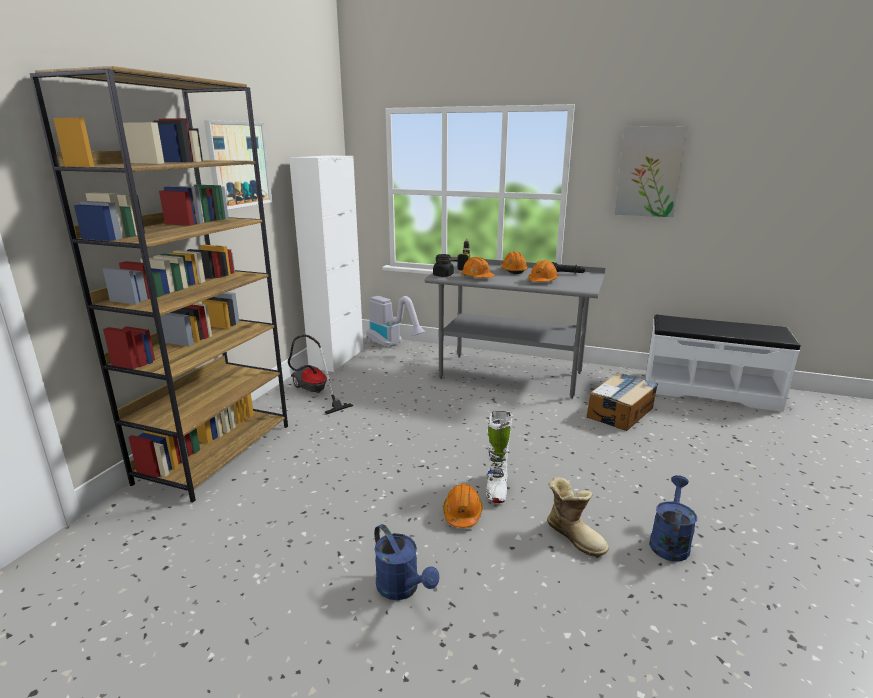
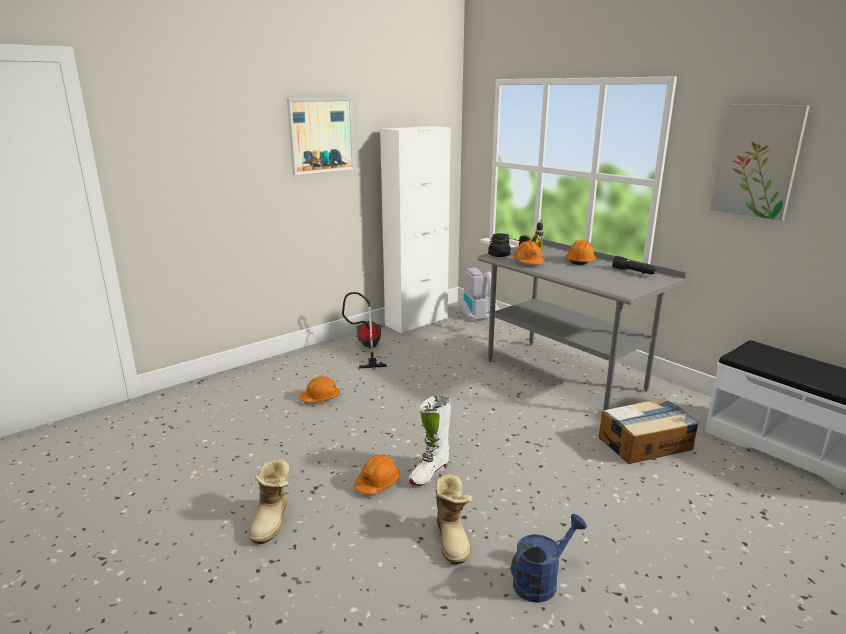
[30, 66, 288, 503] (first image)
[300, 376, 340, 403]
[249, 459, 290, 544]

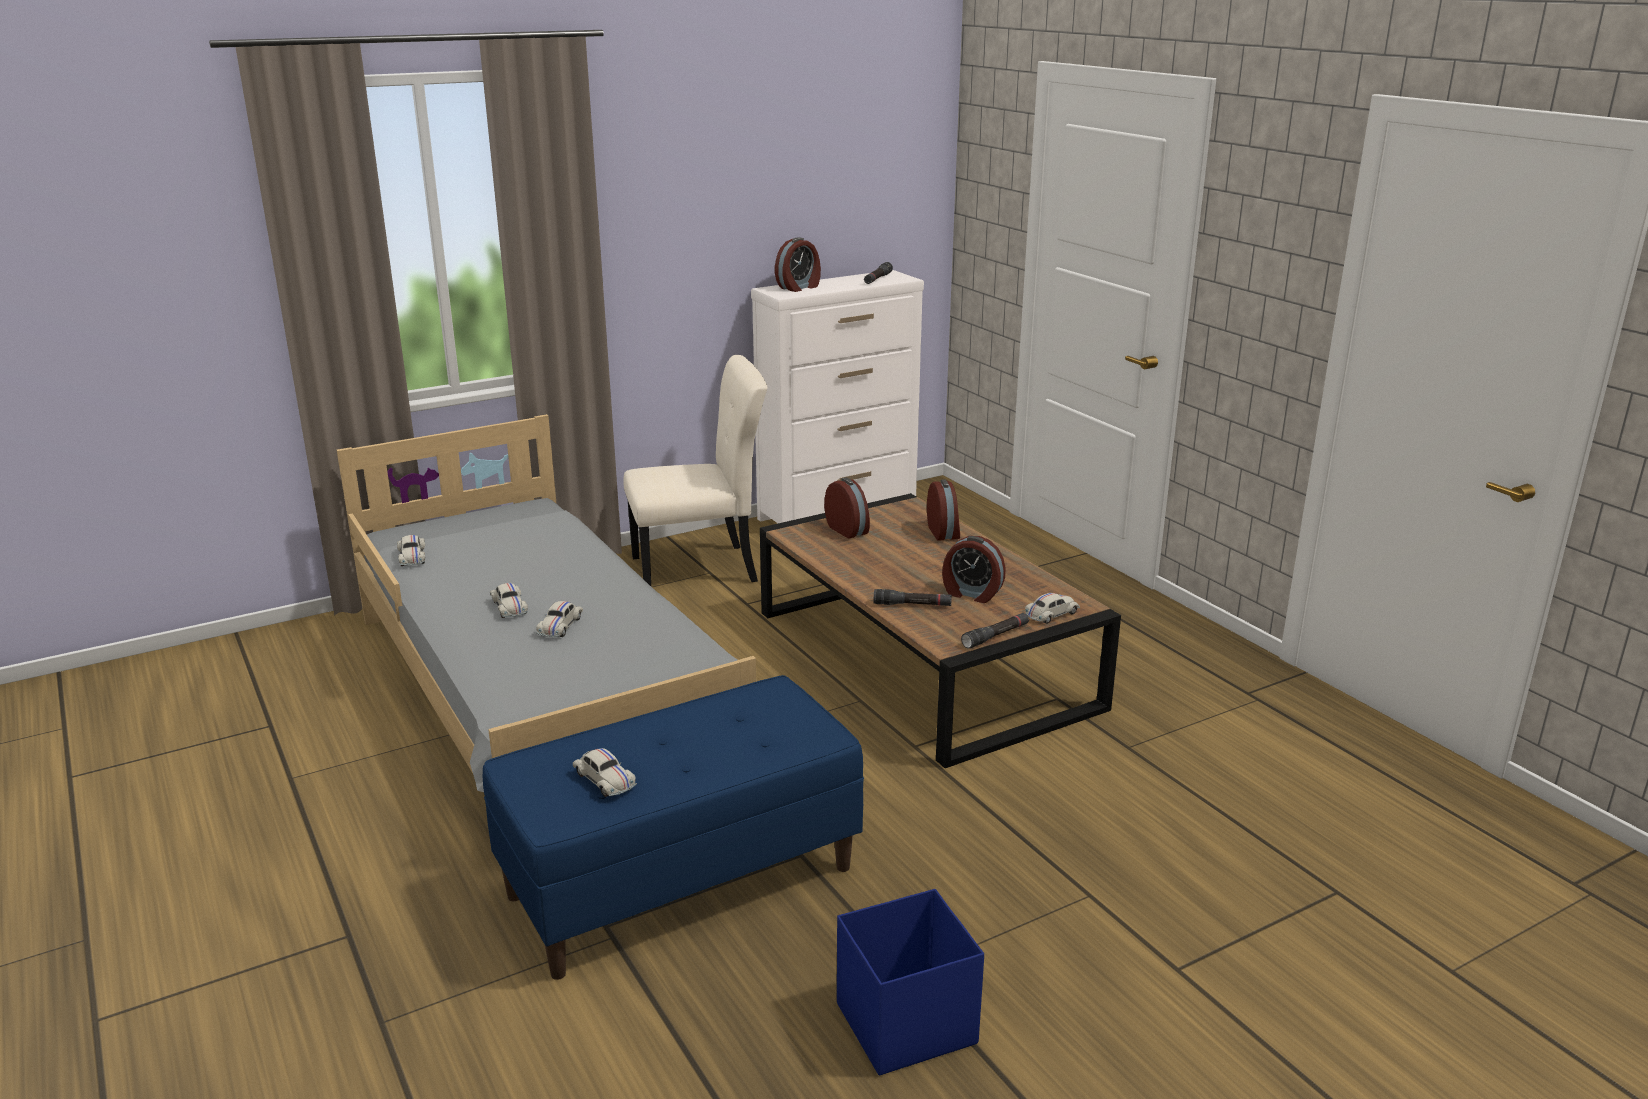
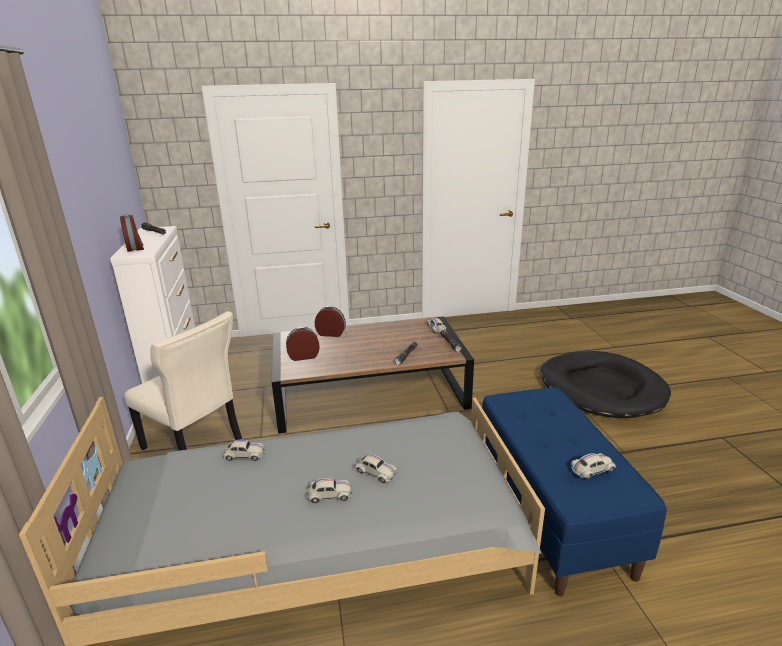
[124, 311, 243, 451]
[223, 440, 266, 461]
[942, 536, 1006, 603] (first image)
[837, 889, 984, 1076] (first image)
[540, 351, 671, 418]

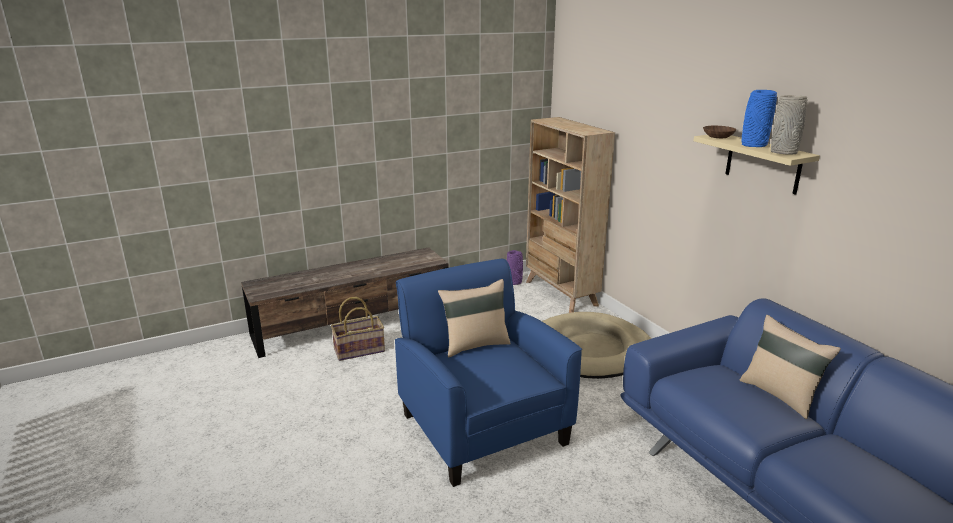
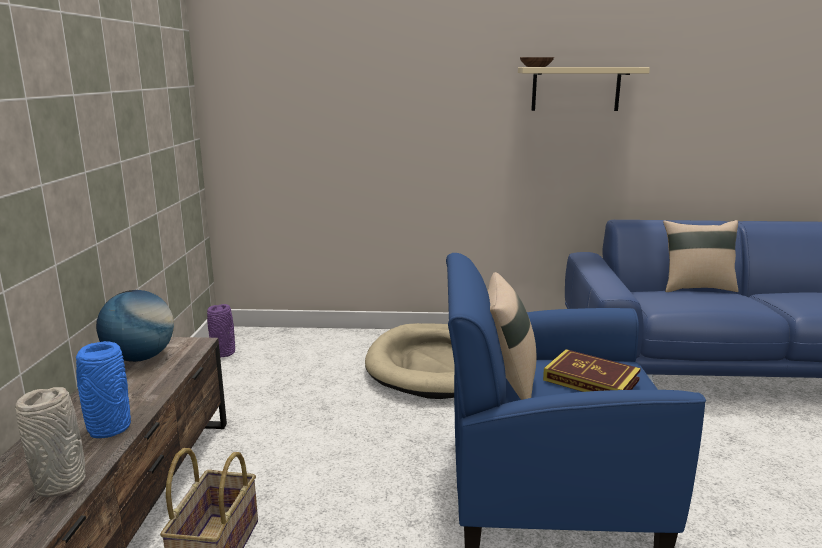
[76, 341, 131, 438]
[15, 387, 86, 497]
[526, 117, 615, 313] (first image)
[96, 290, 174, 362]
[543, 349, 641, 392]

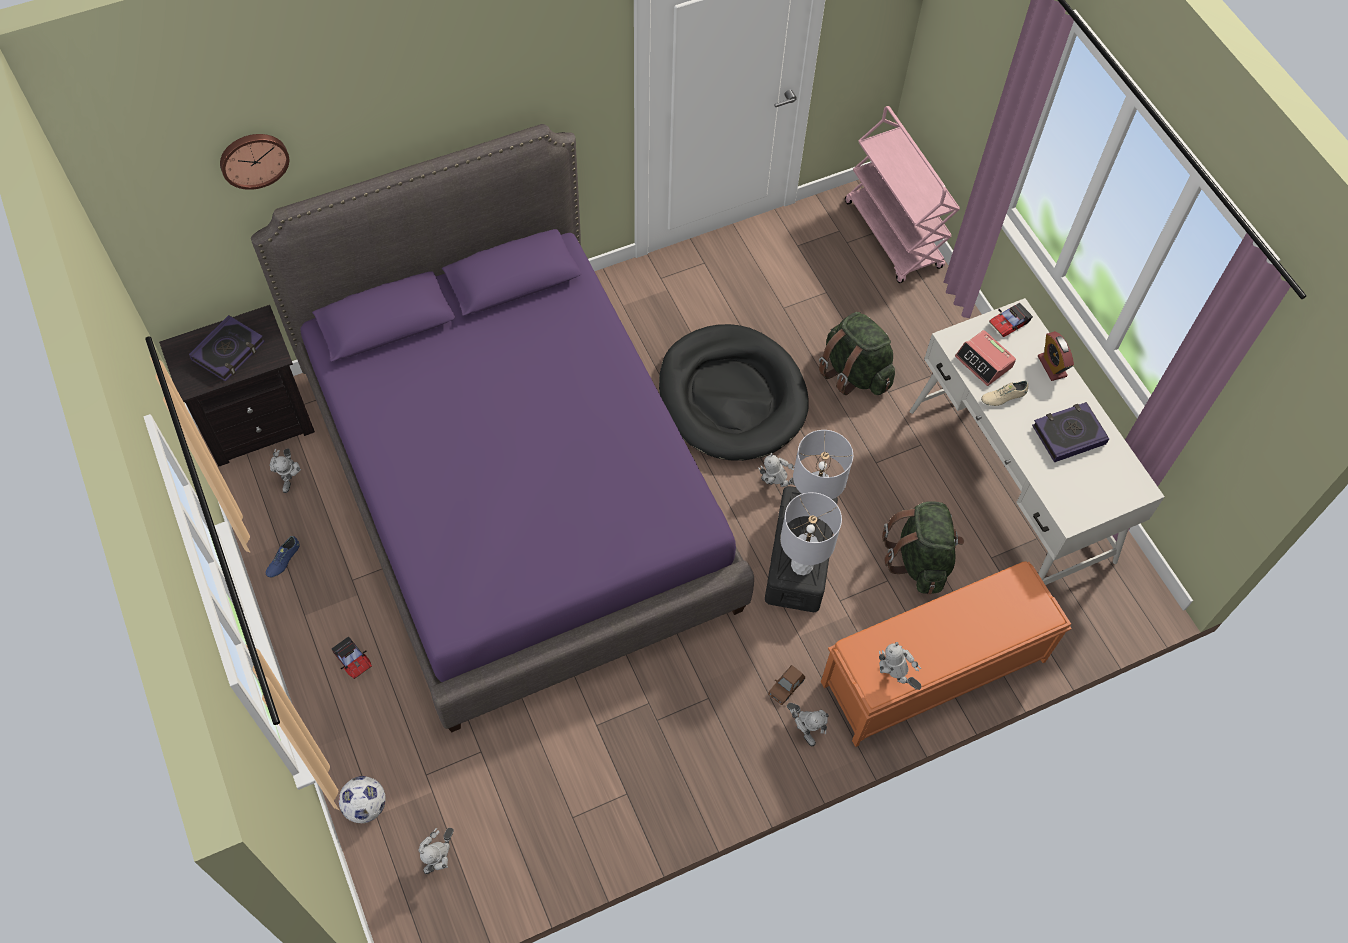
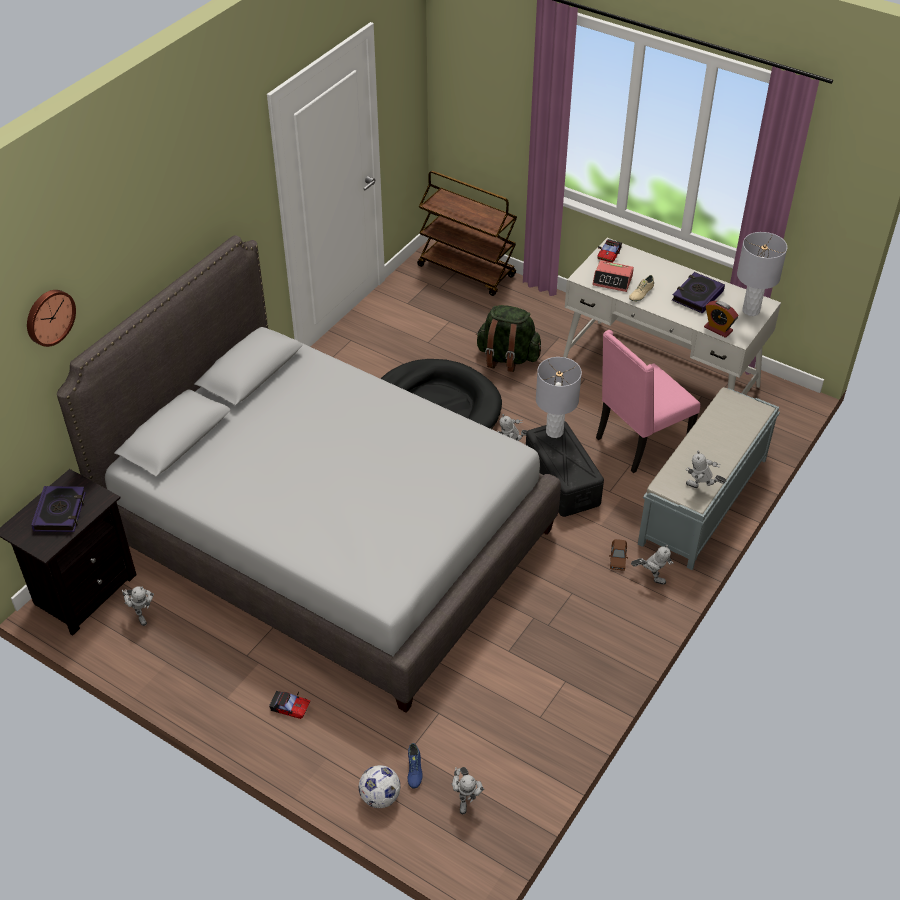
[417, 171, 517, 296]
[57, 235, 561, 713]
[704, 301, 738, 338]
[737, 232, 787, 316]
[596, 330, 700, 473]
[408, 743, 423, 789]
[638, 387, 780, 570]

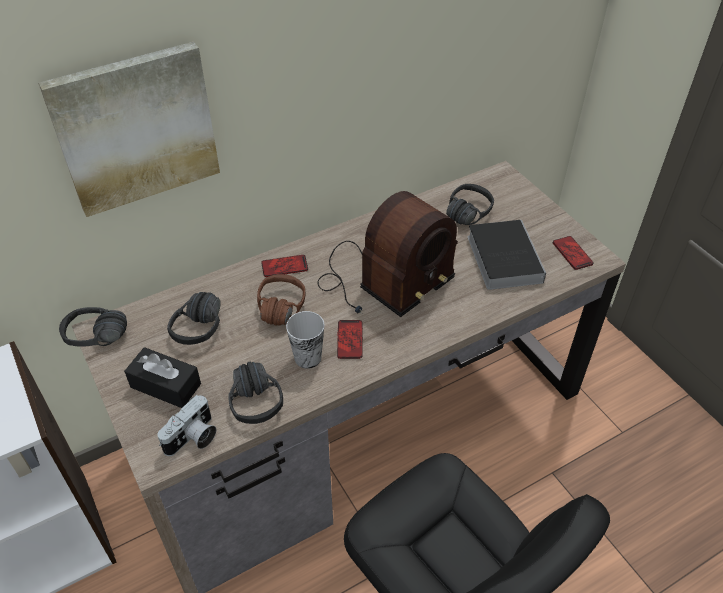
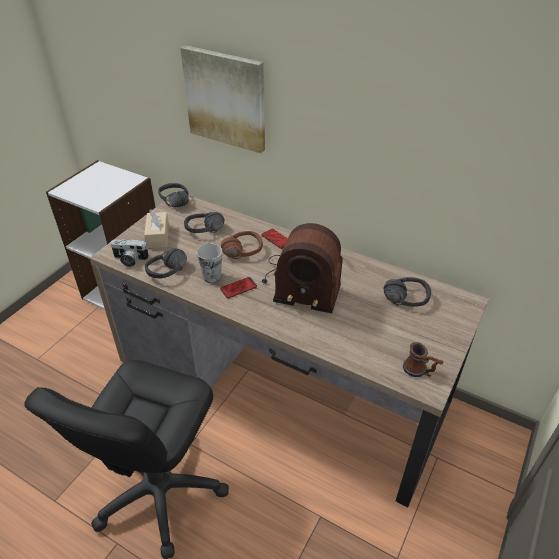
[468, 220, 546, 290] (first image)
[403, 342, 443, 377]
[144, 209, 169, 248]

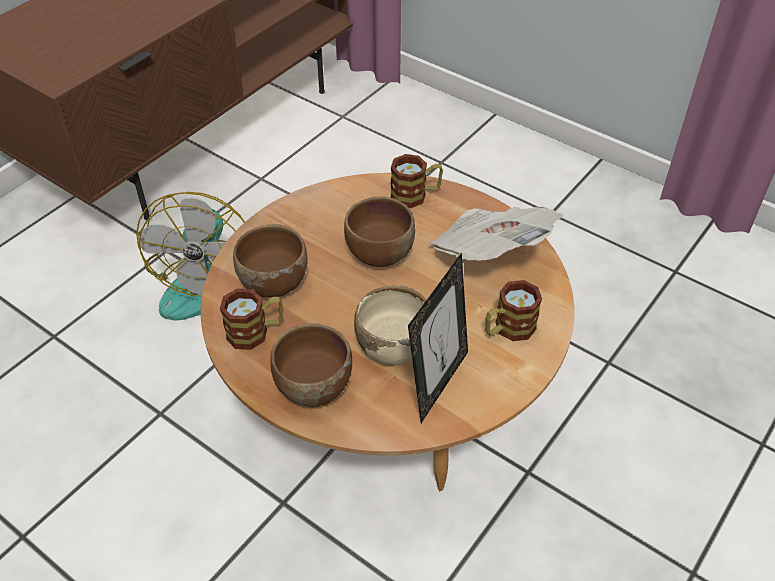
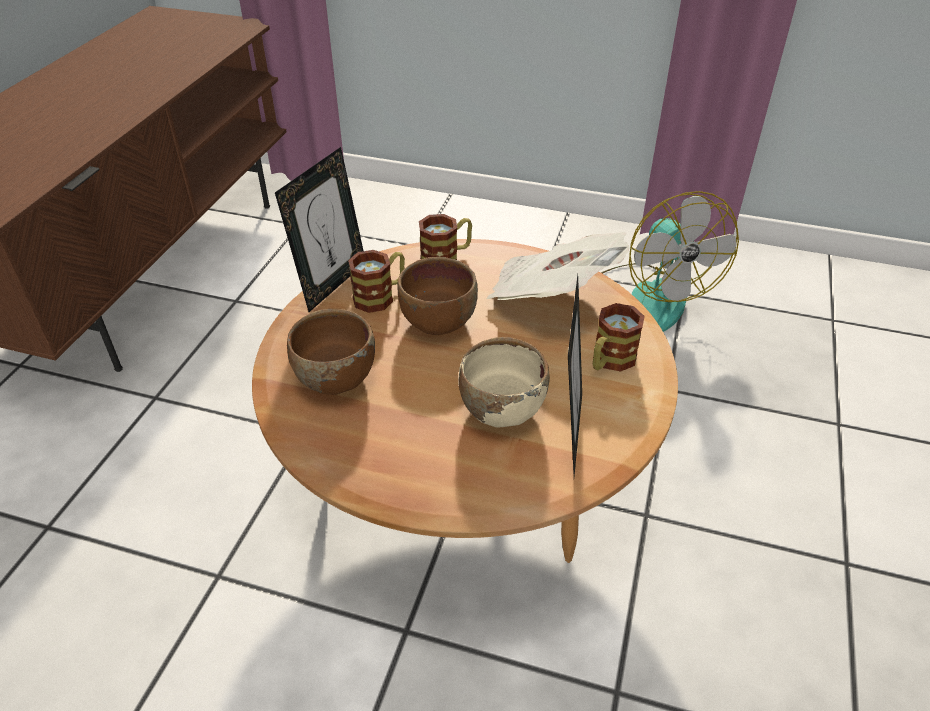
[601, 191, 739, 332]
[348, 250, 405, 313]
[271, 323, 352, 407] (first image)
[275, 147, 363, 312]

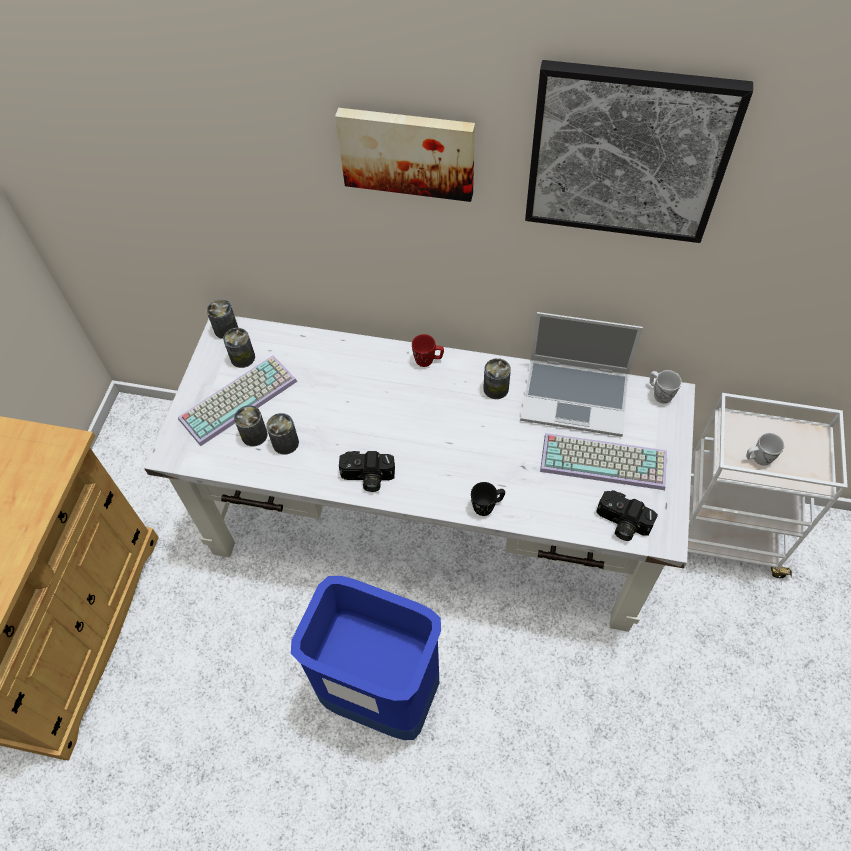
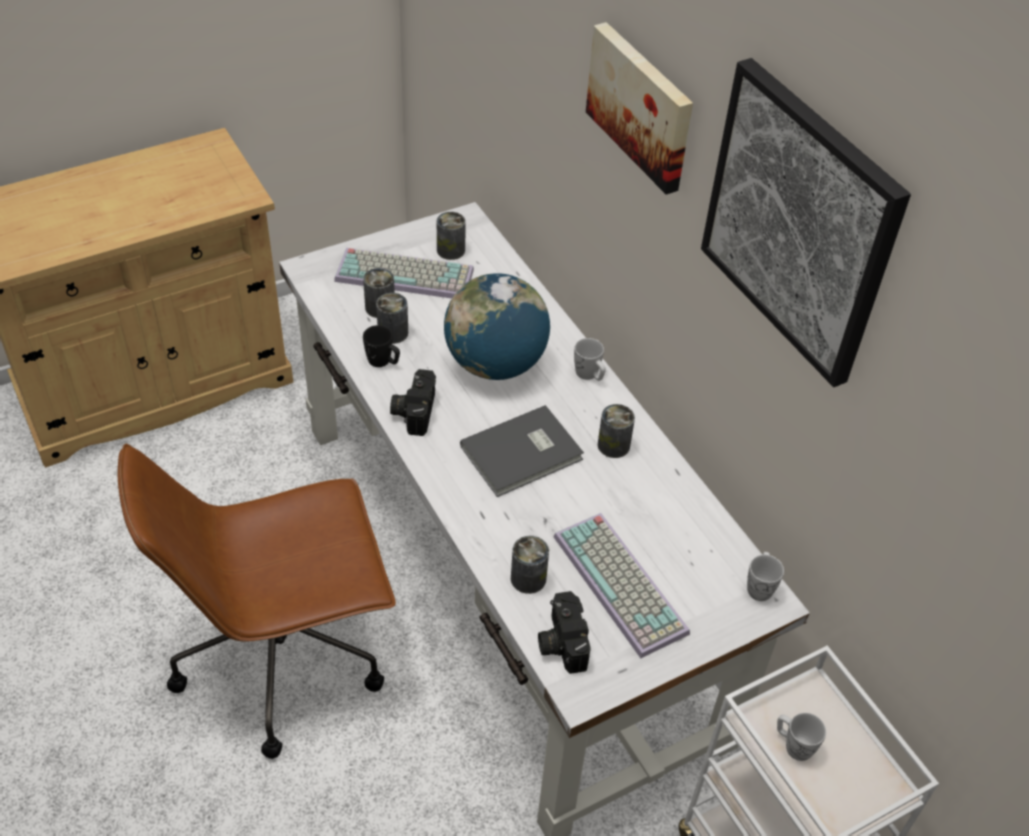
[511, 536, 549, 594]
[520, 312, 643, 436] (first image)
[574, 338, 606, 381]
[390, 369, 436, 436]
[363, 325, 400, 367]
[118, 444, 396, 759]
[444, 273, 550, 380]
[460, 405, 584, 497]

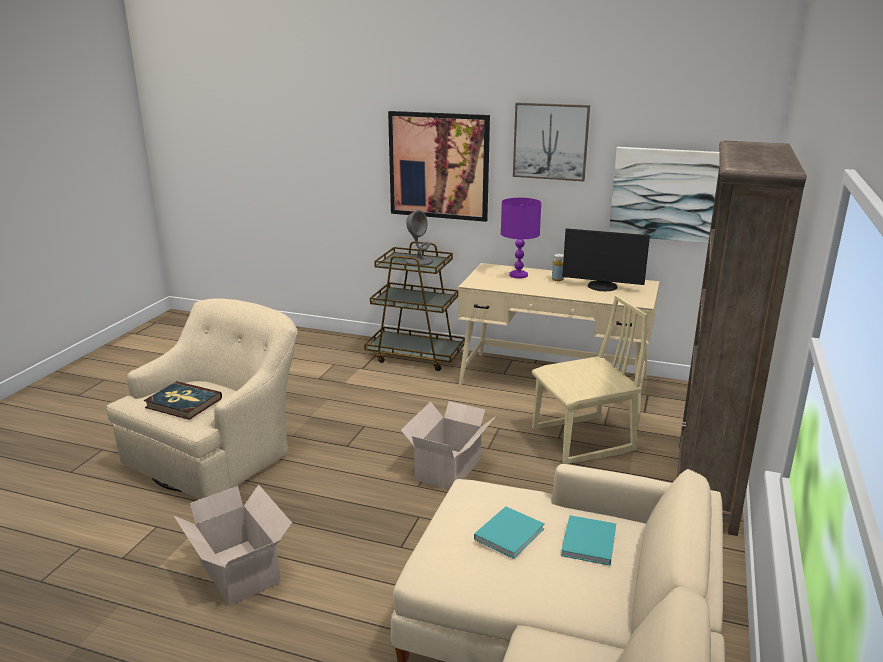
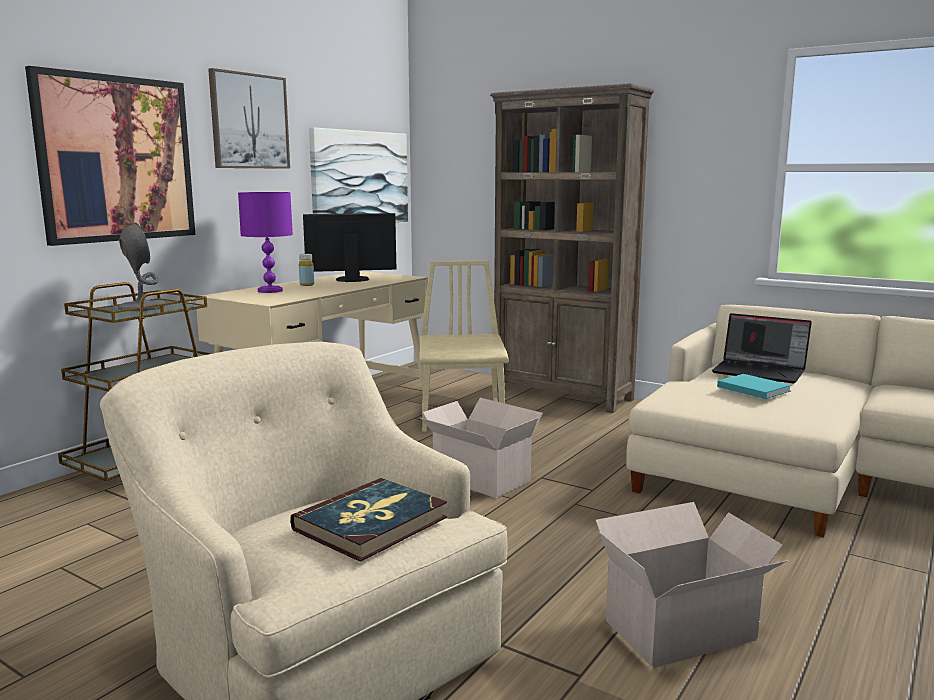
[303, 213, 396, 282]
[712, 313, 812, 383]

